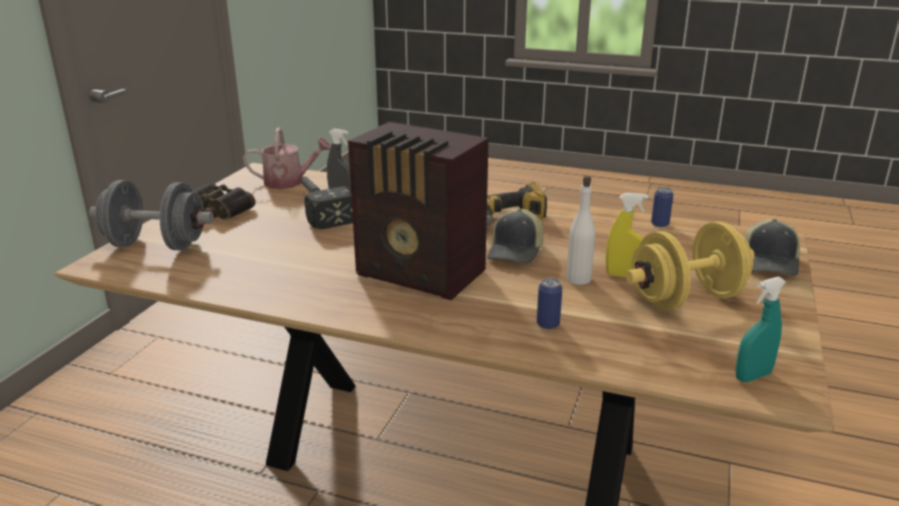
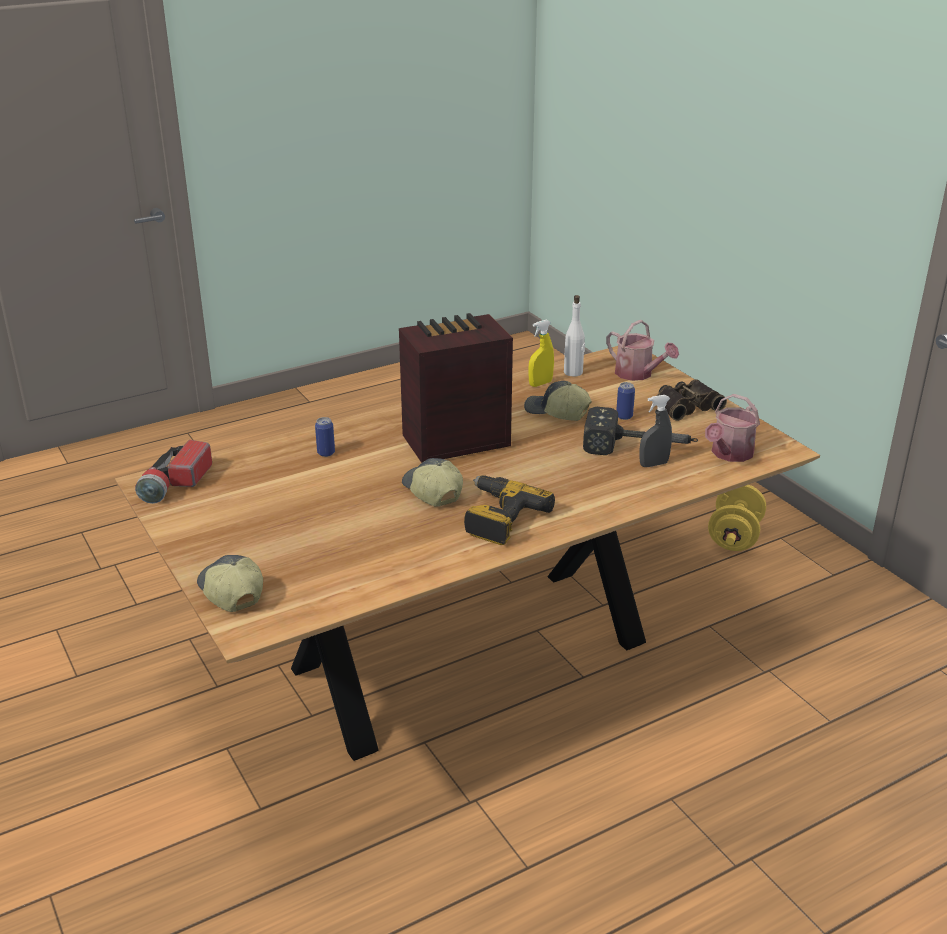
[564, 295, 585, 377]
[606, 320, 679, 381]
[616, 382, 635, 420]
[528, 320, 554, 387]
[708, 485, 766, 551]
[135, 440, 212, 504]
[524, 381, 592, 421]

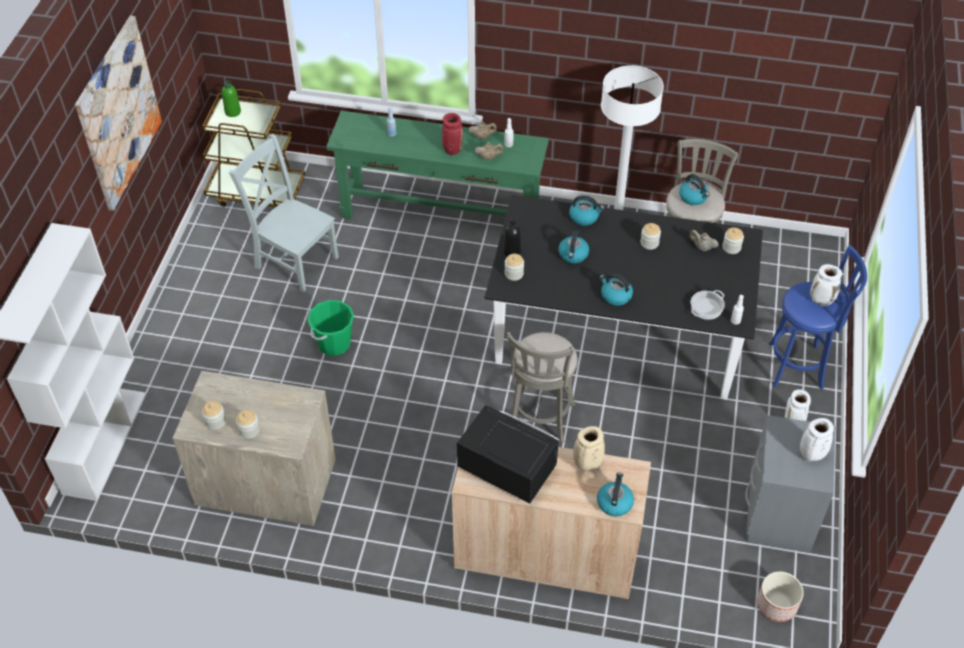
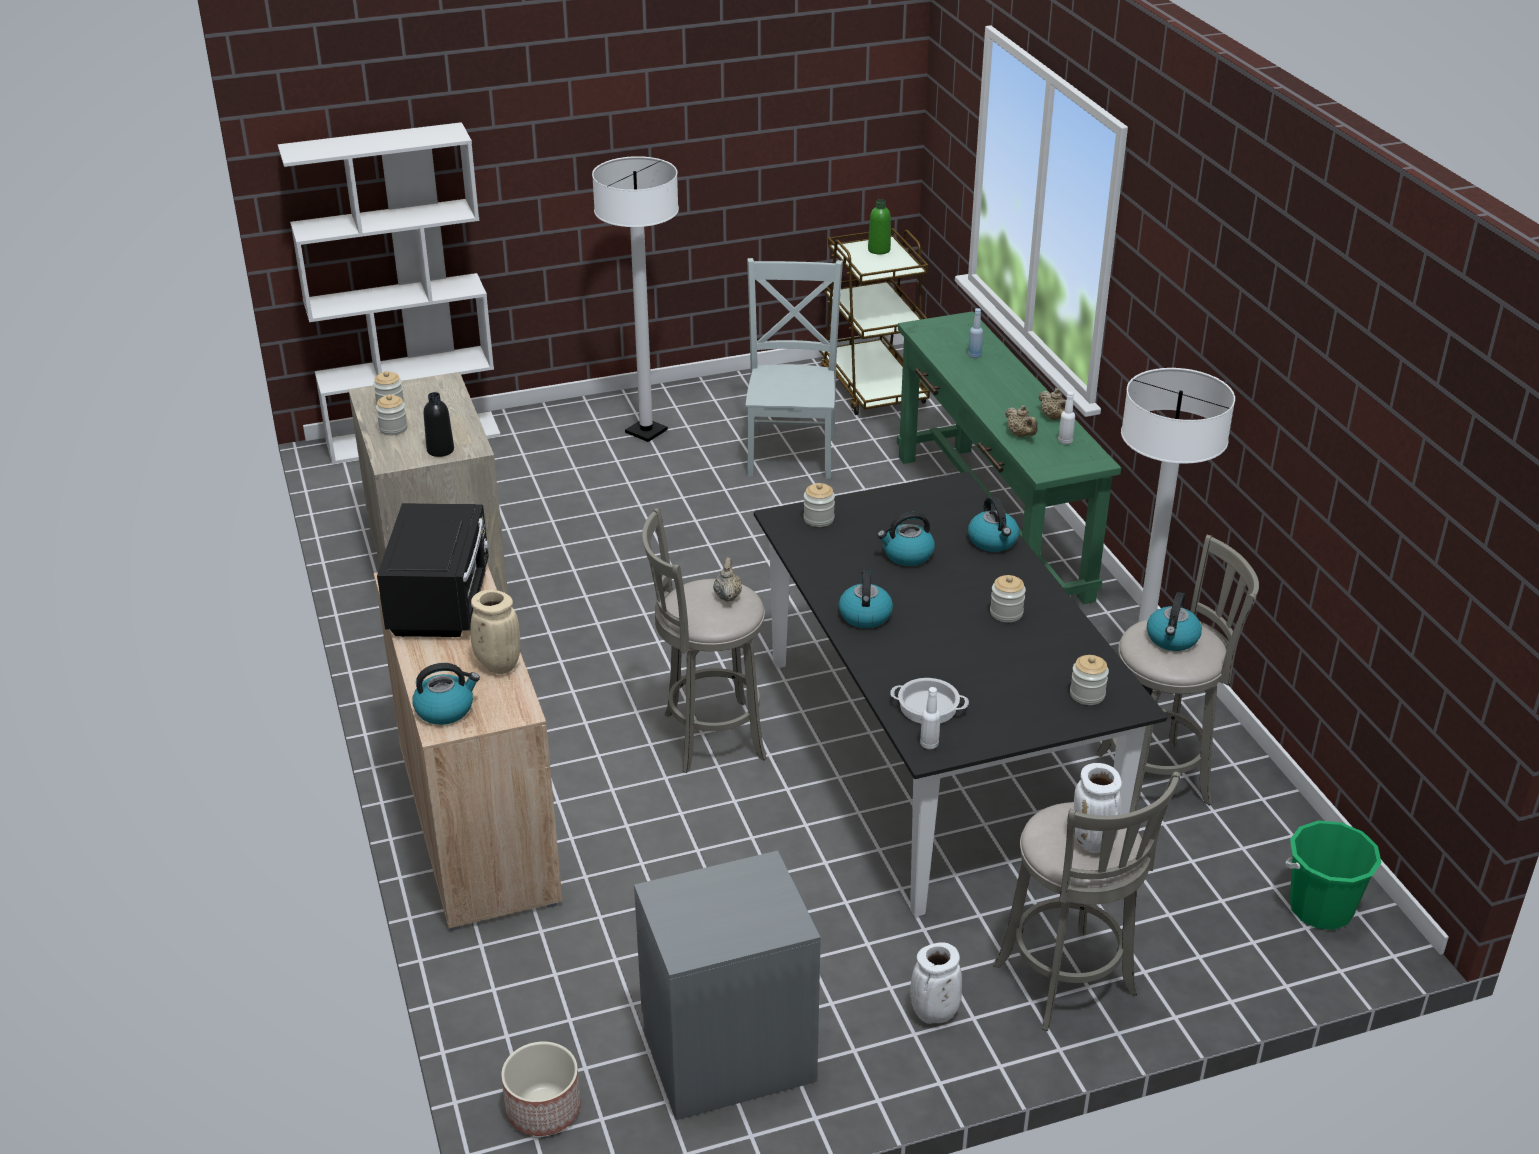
[75, 16, 162, 211] (first image)
[442, 113, 463, 155] (first image)
[424, 392, 454, 457]
[713, 557, 742, 602]
[993, 772, 1181, 1031]
[1285, 821, 1382, 930]
[800, 418, 834, 461] (first image)
[592, 156, 679, 442]

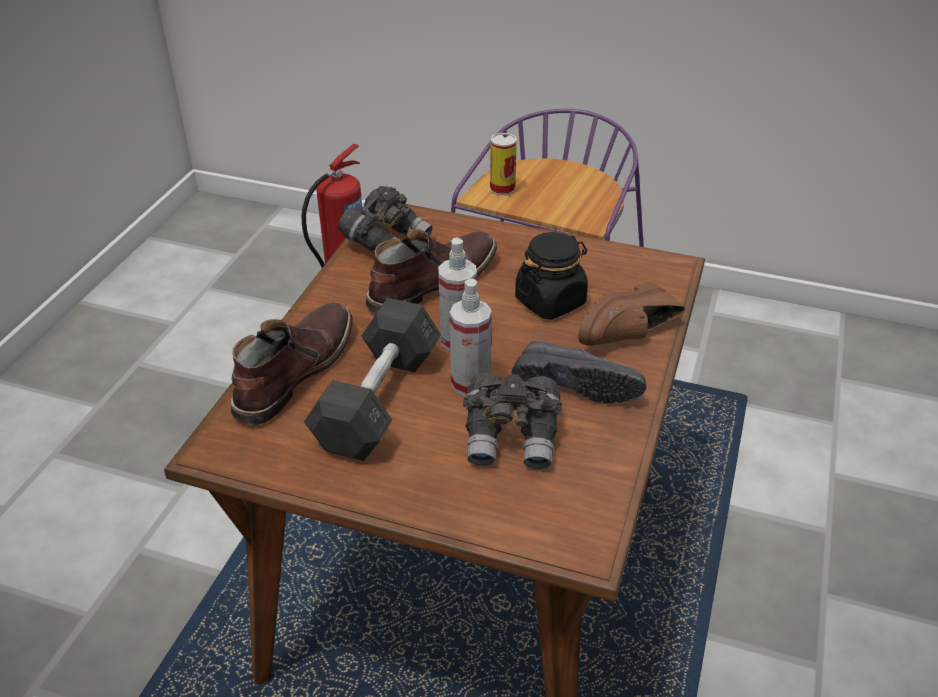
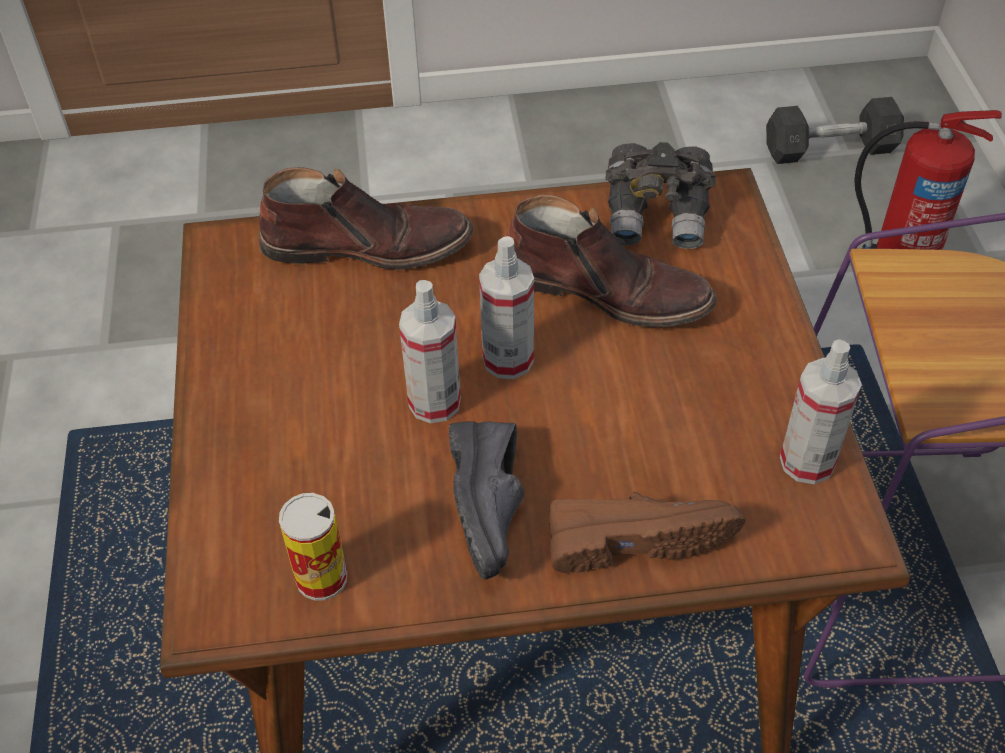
[279, 493, 347, 601]
[515, 232, 588, 319] (first image)
[549, 492, 746, 573]
[766, 97, 904, 164]
[463, 373, 562, 469] (first image)
[780, 339, 862, 484]

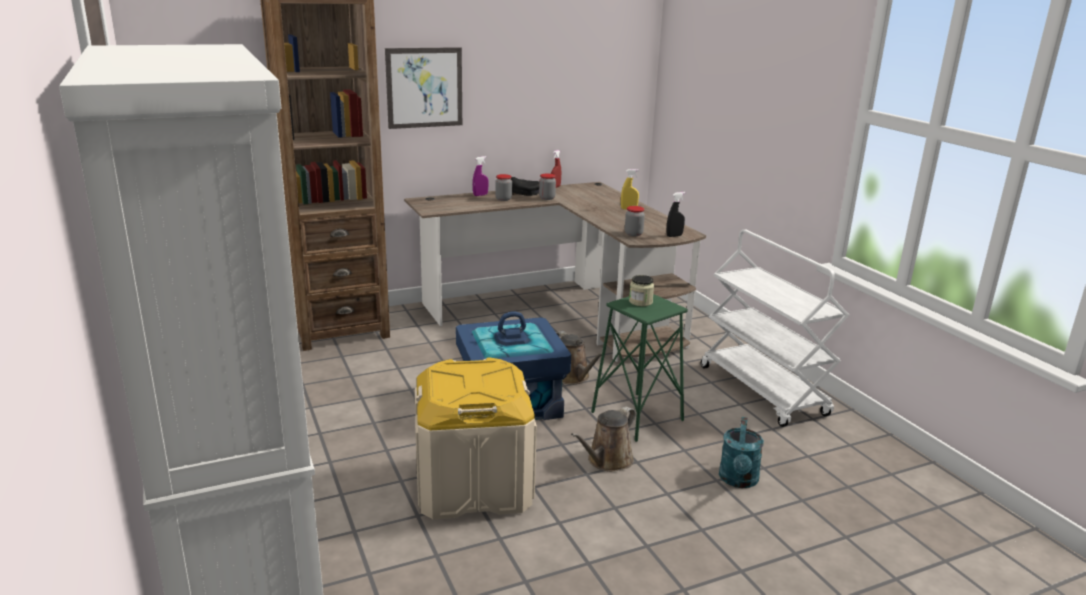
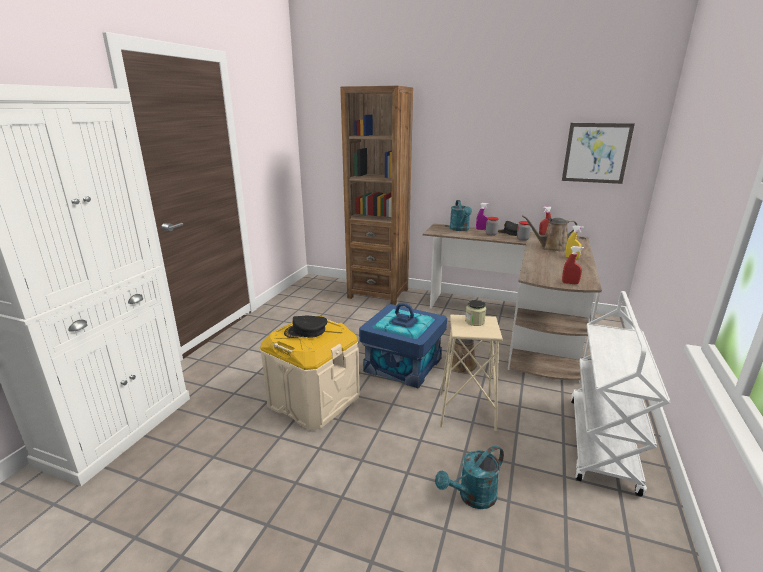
[562, 123, 635, 184]
[562, 246, 584, 284]
[625, 206, 645, 236] (first image)
[440, 315, 503, 431]
[522, 215, 578, 251]
[450, 200, 472, 231]
[284, 316, 327, 338]

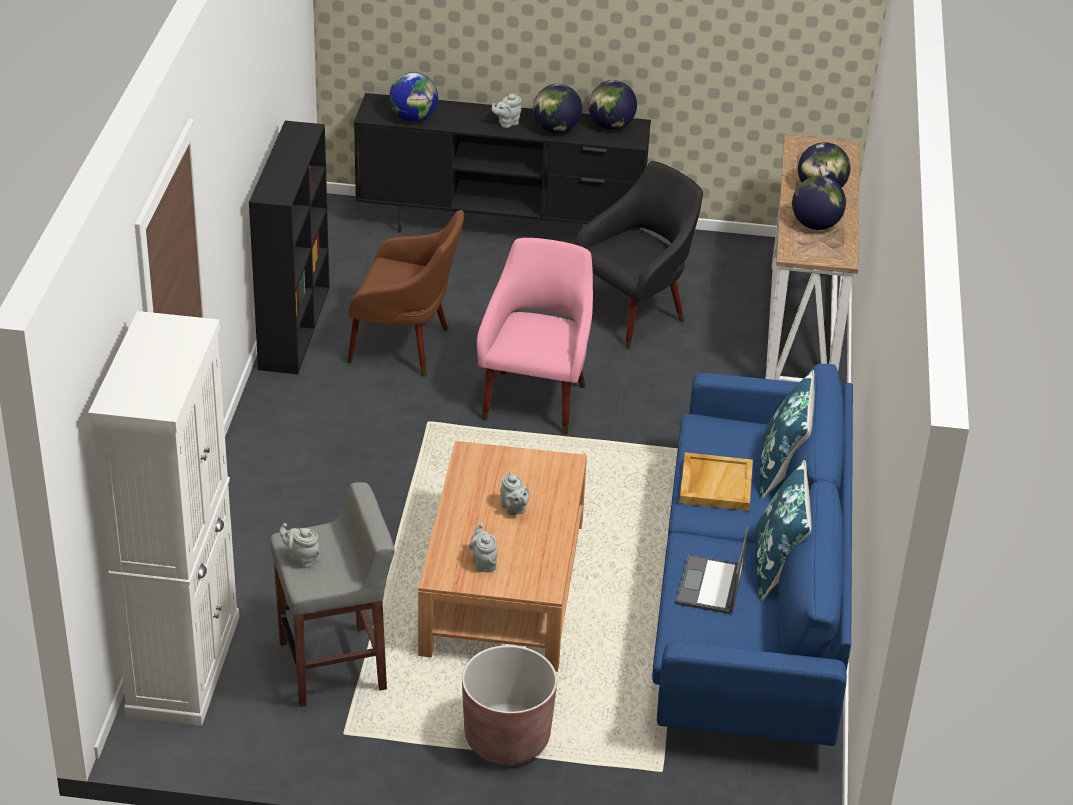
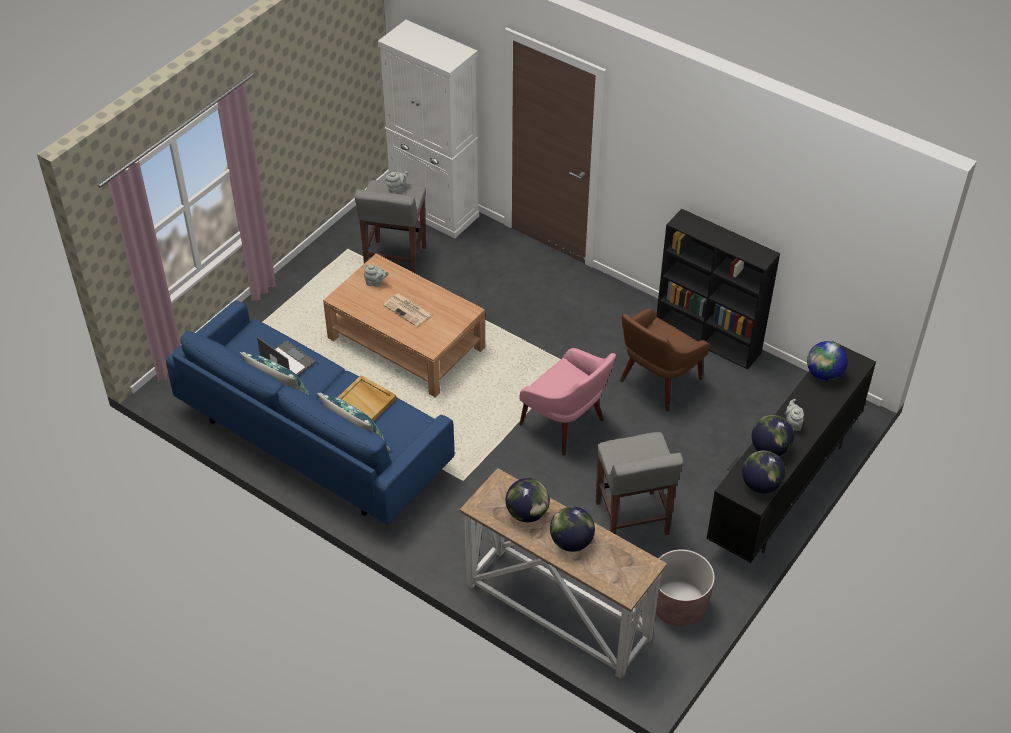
[596, 432, 684, 535]
[383, 294, 432, 327]
[656, 549, 715, 627]

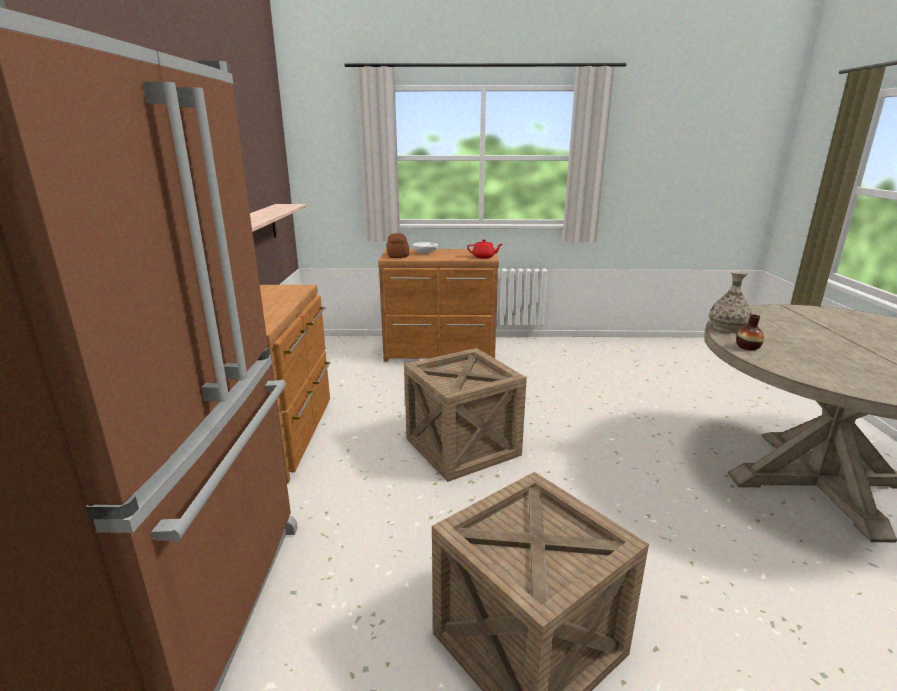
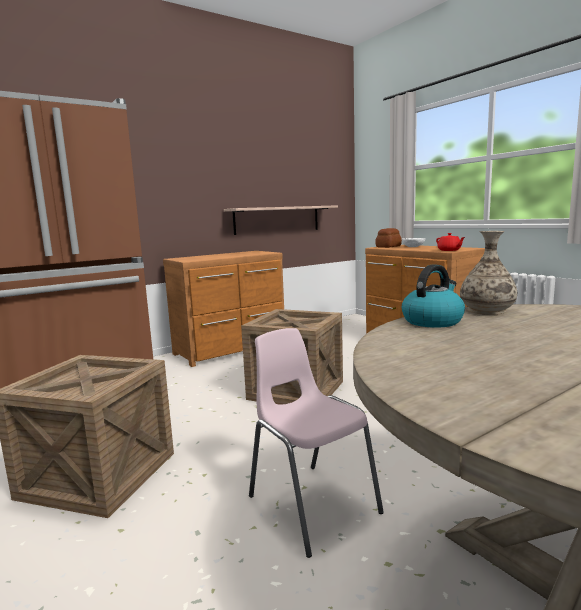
[402, 264, 465, 328]
[249, 328, 384, 558]

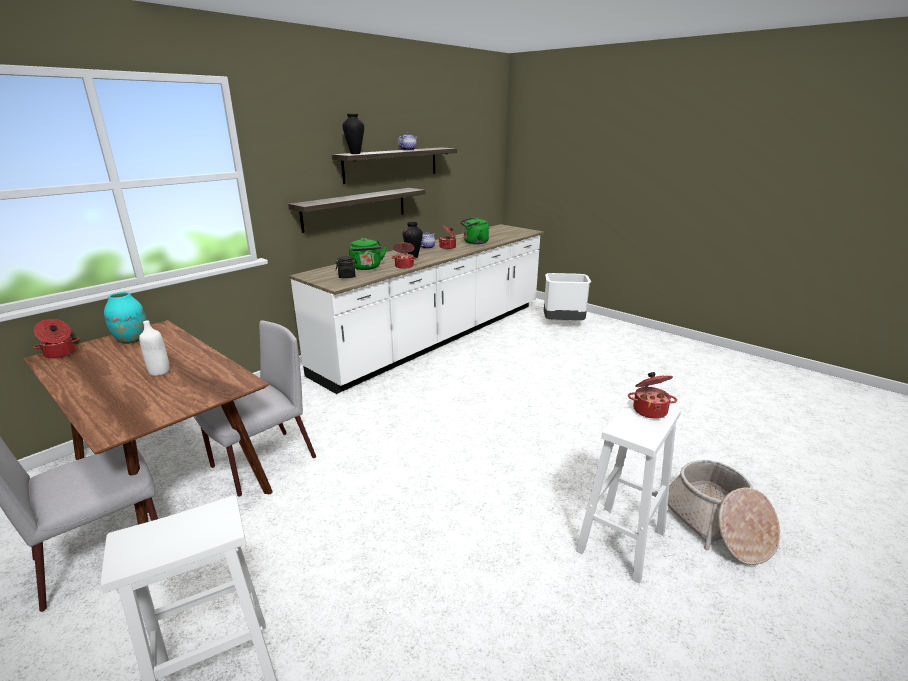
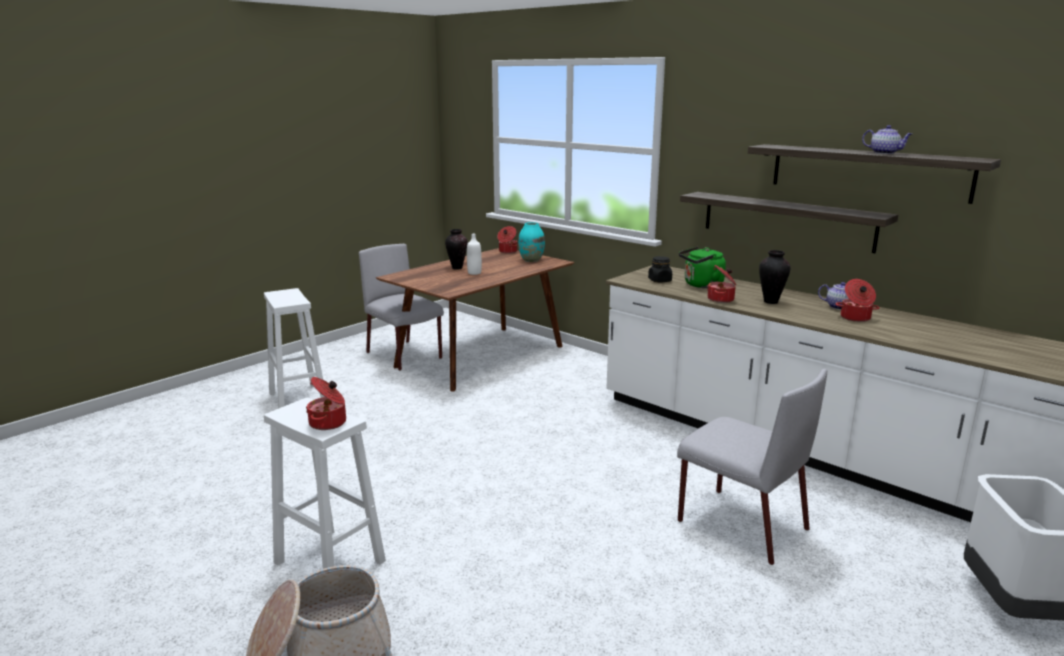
[445, 229, 468, 270]
[460, 217, 489, 244] (first image)
[677, 369, 827, 565]

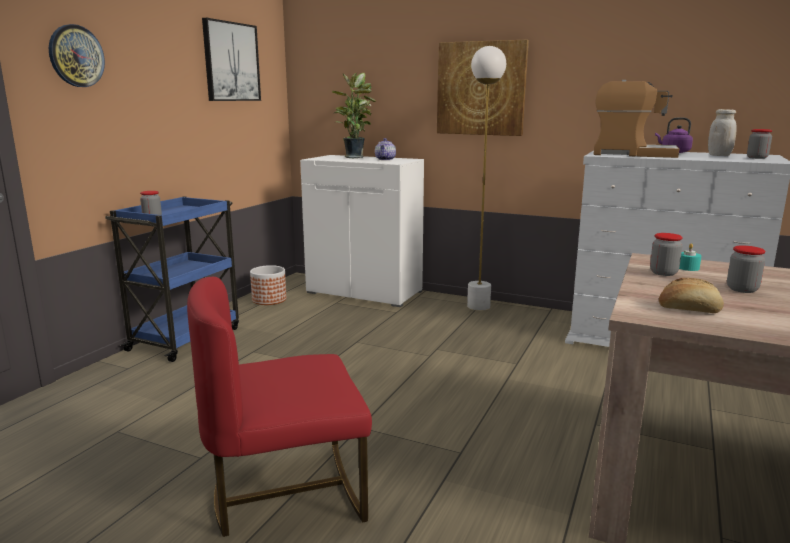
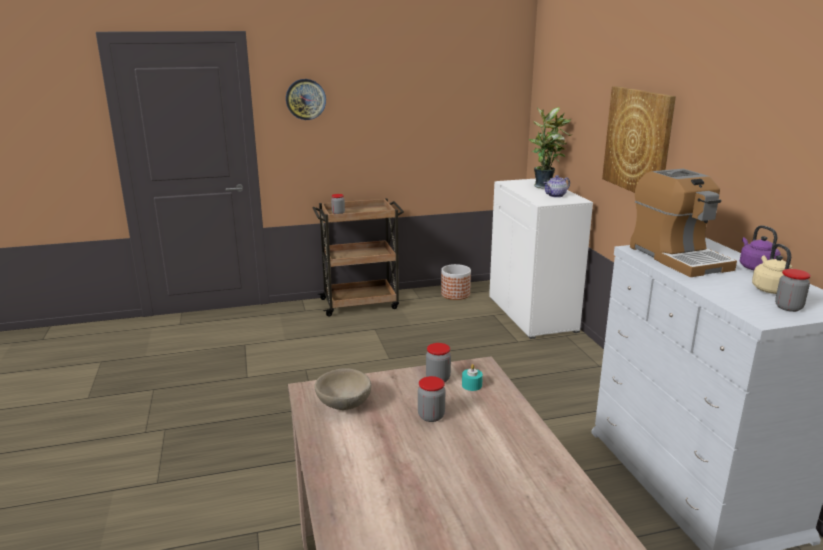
[202, 18, 261, 101] (first image)
[467, 46, 506, 311] (first image)
[752, 244, 793, 294]
[313, 198, 404, 317]
[187, 277, 372, 537] (first image)
[314, 368, 371, 410]

